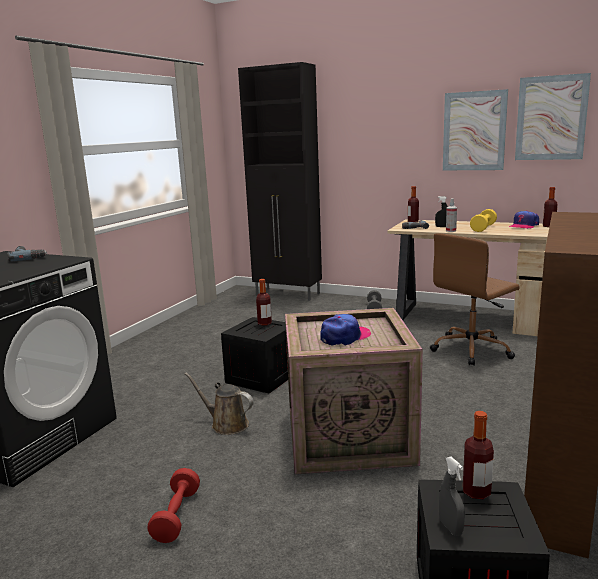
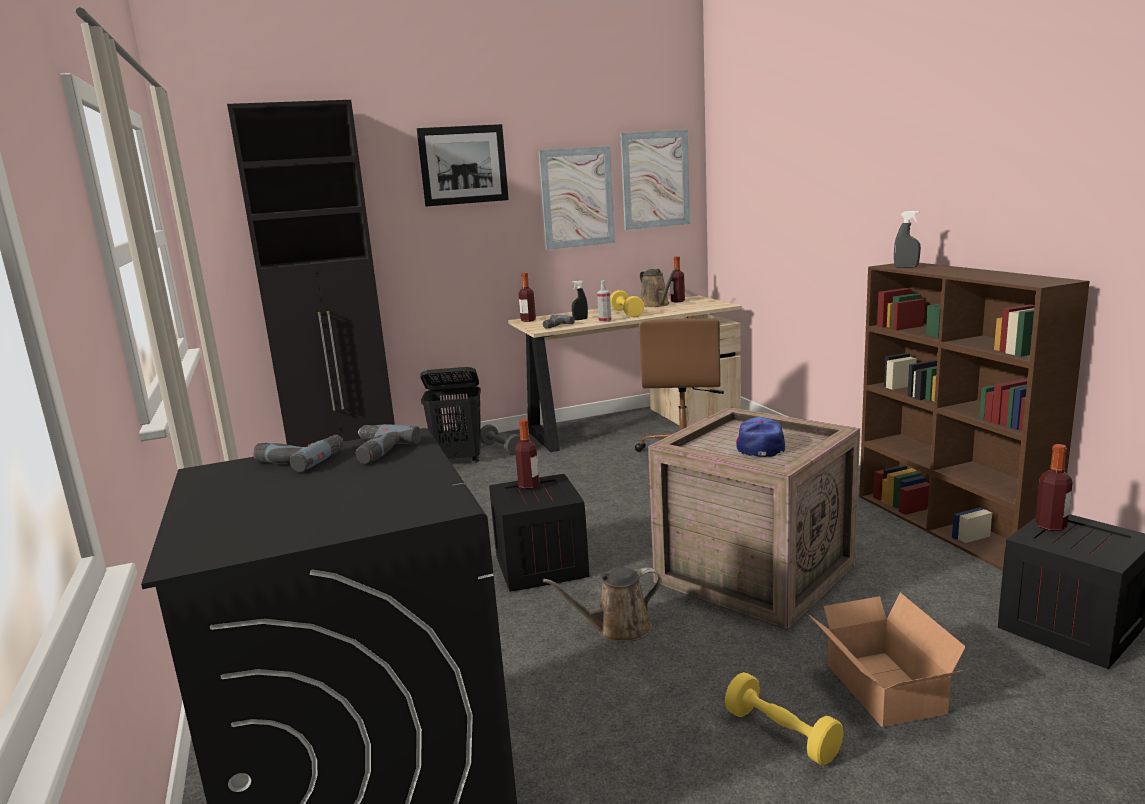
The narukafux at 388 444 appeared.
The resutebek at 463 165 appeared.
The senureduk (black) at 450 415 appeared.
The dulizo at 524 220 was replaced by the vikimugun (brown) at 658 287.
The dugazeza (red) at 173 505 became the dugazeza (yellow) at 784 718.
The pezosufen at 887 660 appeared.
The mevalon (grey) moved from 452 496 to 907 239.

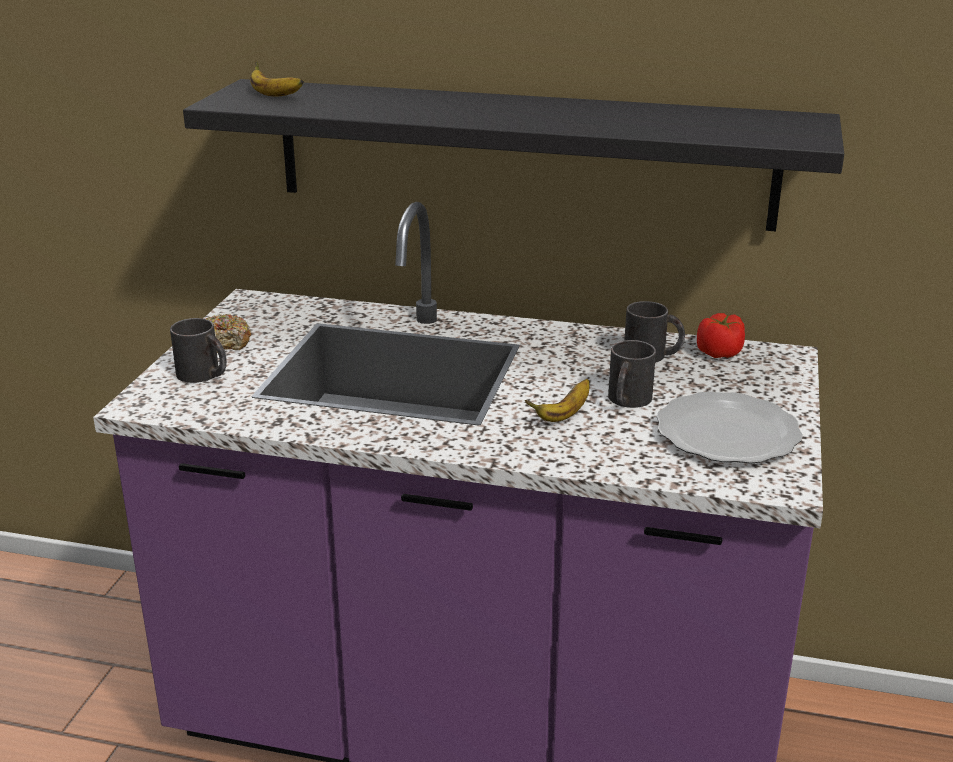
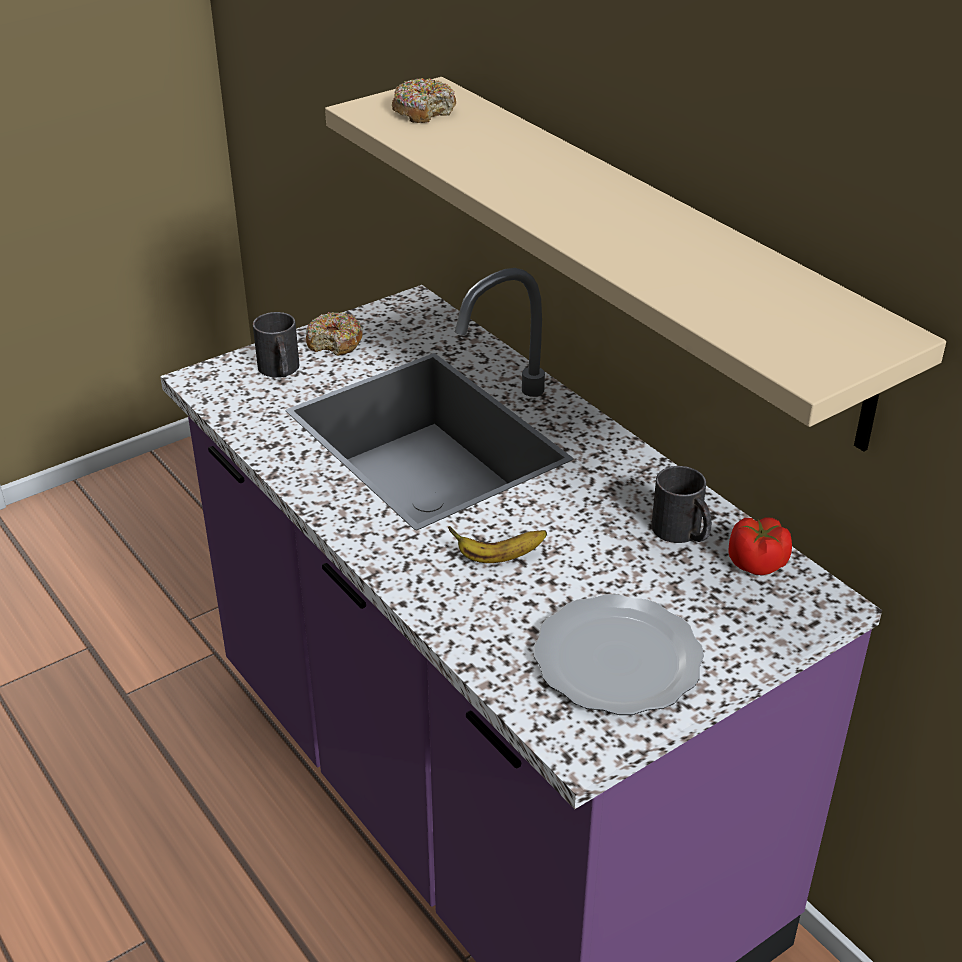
The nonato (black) at 513 155 became the nonato (beige) at 635 264.
The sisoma at 277 78 was replaced by the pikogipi at 424 100.
The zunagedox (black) at 632 374 disappeared.

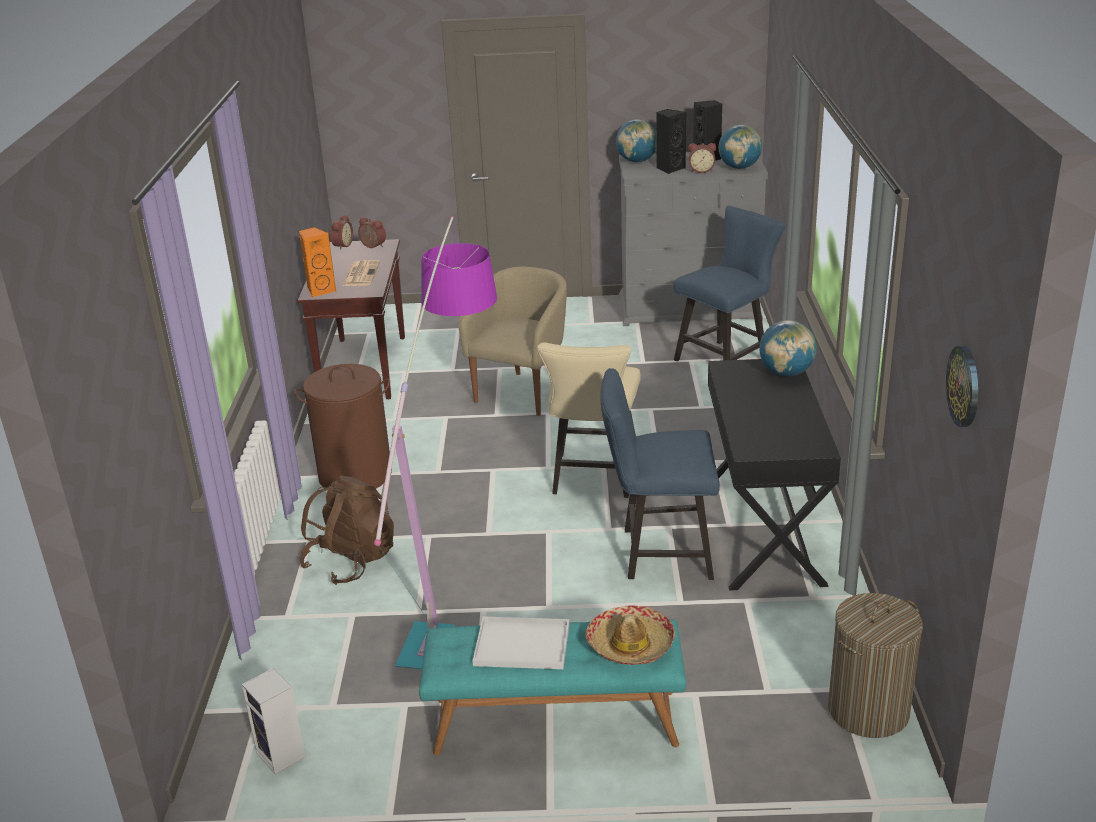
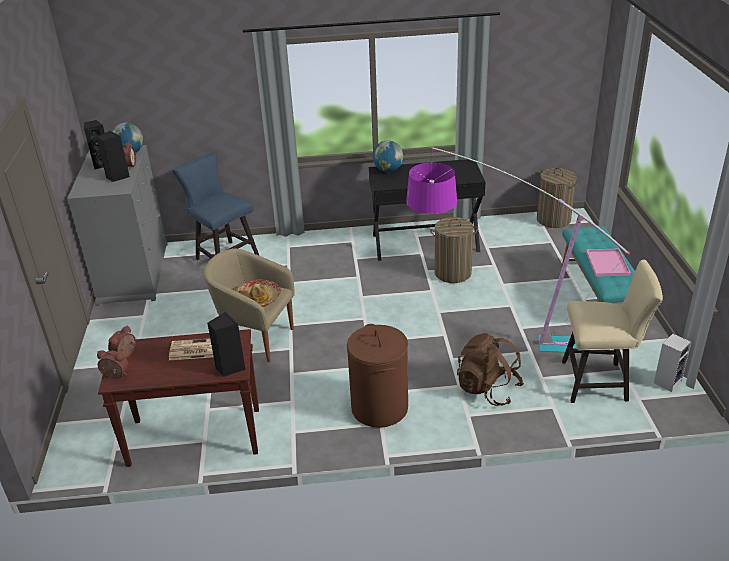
The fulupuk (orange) at 317 262 became the fulupuk (black) at 226 344.
The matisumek moved from 630 635 to 258 293.
The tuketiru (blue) at 660 474 was replaced by the senureduk at 454 250.
The tuketiru (beige) moved from 589 420 to 612 331.
The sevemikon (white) at 520 642 became the sevemikon (pink) at 608 263.
The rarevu at 636 140 disappeared.
The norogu at 962 386 disappeared.

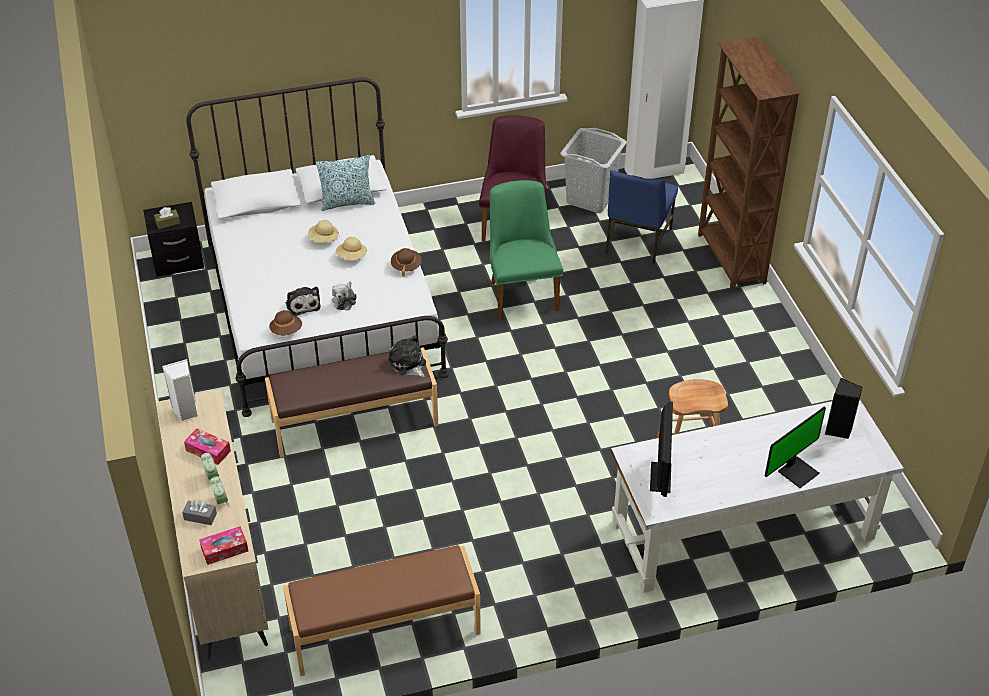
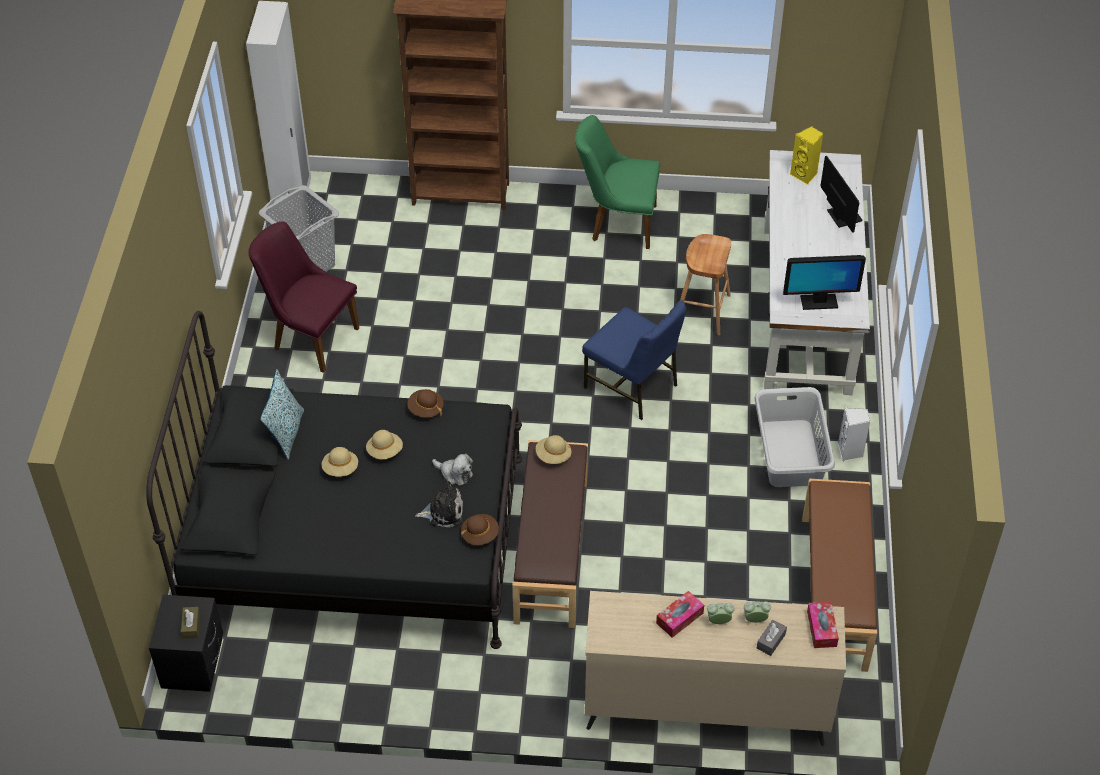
The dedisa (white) at 317 247 became the dedisa (black) at 334 480.
The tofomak at 407 356 was replaced by the matisumek (beige) at 553 449.
The tuketiru (green) moved from 526 249 to 617 182.
The tuketiru (blue) moved from 641 217 to 634 360.
The senureduk (grey) at 795 437 appeared.
The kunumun at 661 449 turned 150 degrees clockwise.
The fulupuk (black) at 844 408 became the fulupuk (yellow) at 806 155.
The fulupuk (white) moved from 180 390 to 854 434.

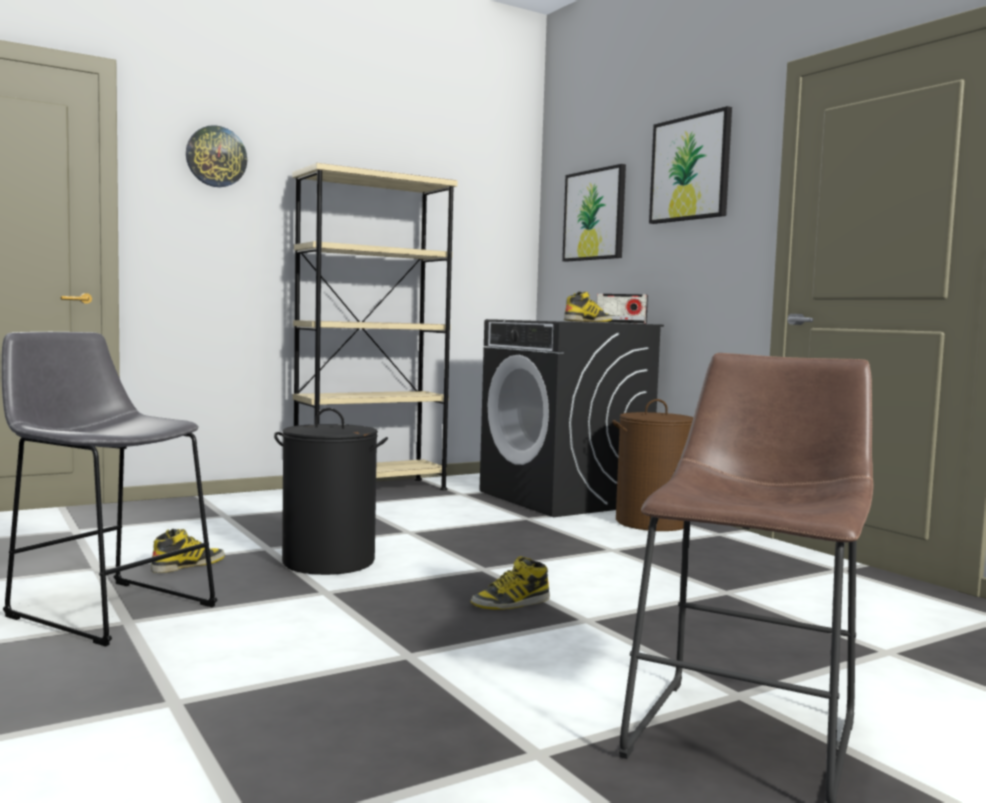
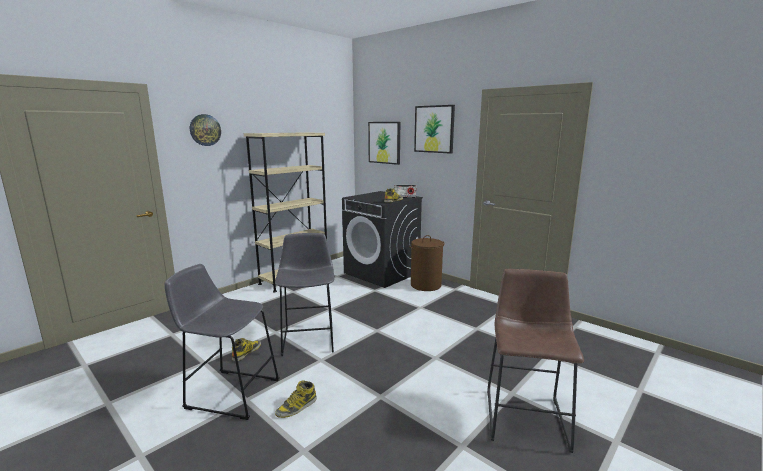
The senureduk (black) at 331 491 was replaced by the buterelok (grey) at 304 294.
The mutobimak moved from 510 583 to 296 399.

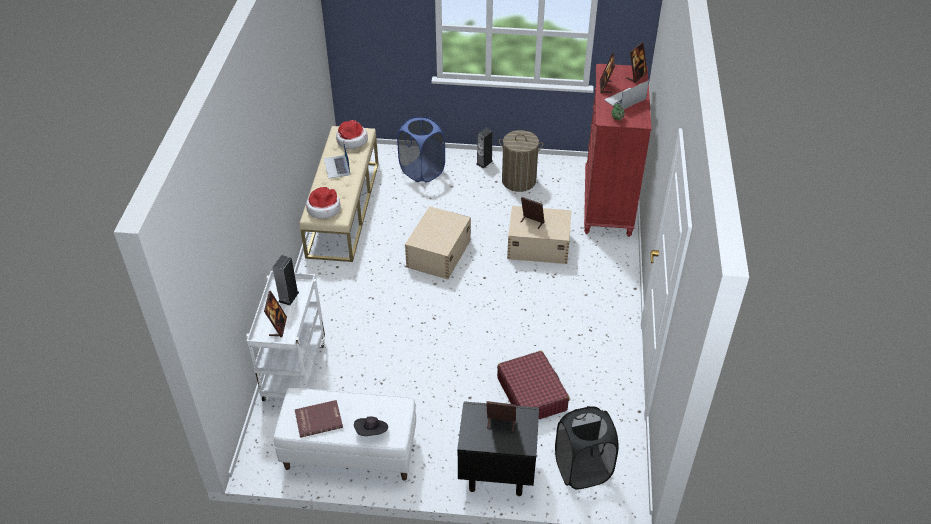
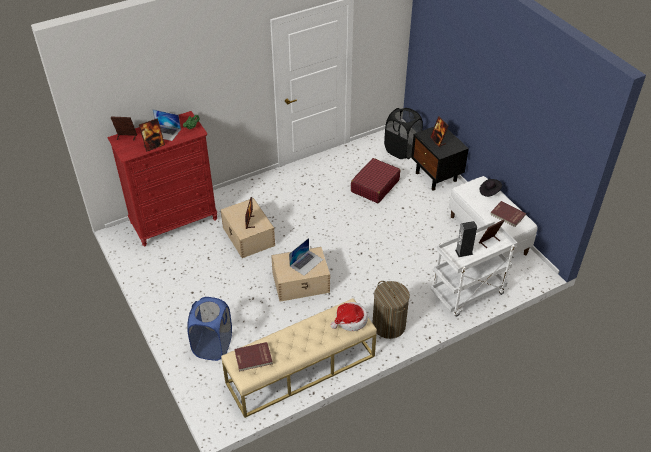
The matisumek at 352 134 was replaced by the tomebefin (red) at 253 357.
The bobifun moved from 337 159 to 306 257.
The senureduk moved from 521 161 to 391 310.
The fulupuk at 484 148 disappeared.

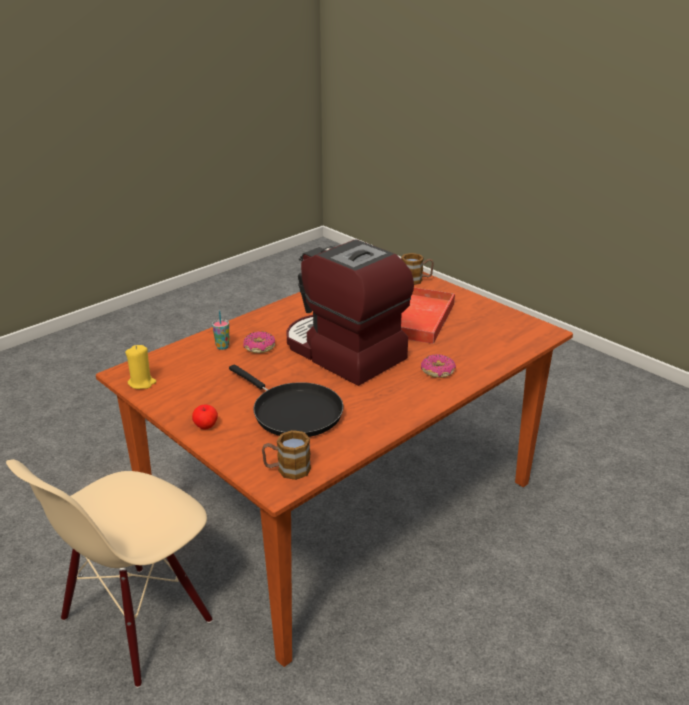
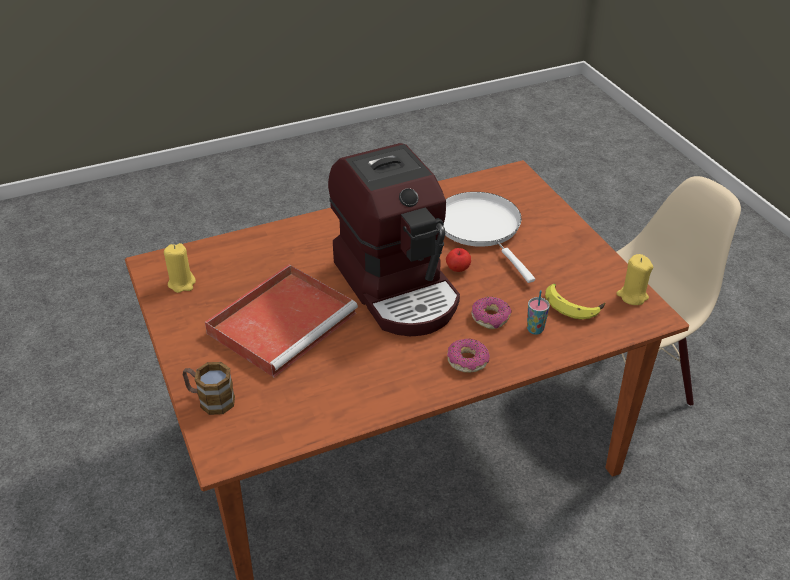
The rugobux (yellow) at 180 268 appeared.
The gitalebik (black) at 286 401 became the gitalebik (white) at 489 237.
The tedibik moved from 205 417 to 458 260.
The pikogipi moved from 438 366 to 468 355.
The sisoma at 575 302 appeared.
The zunagedox at 286 455 disappeared.

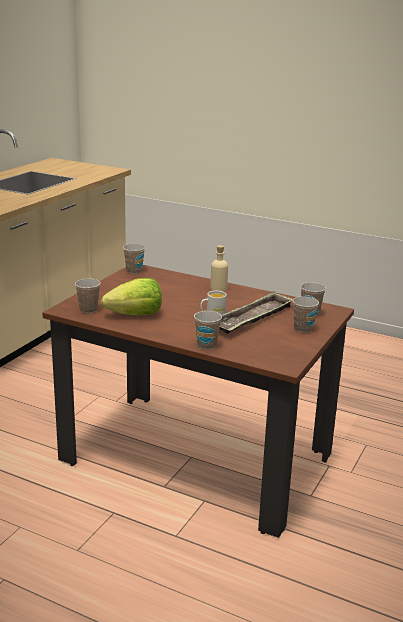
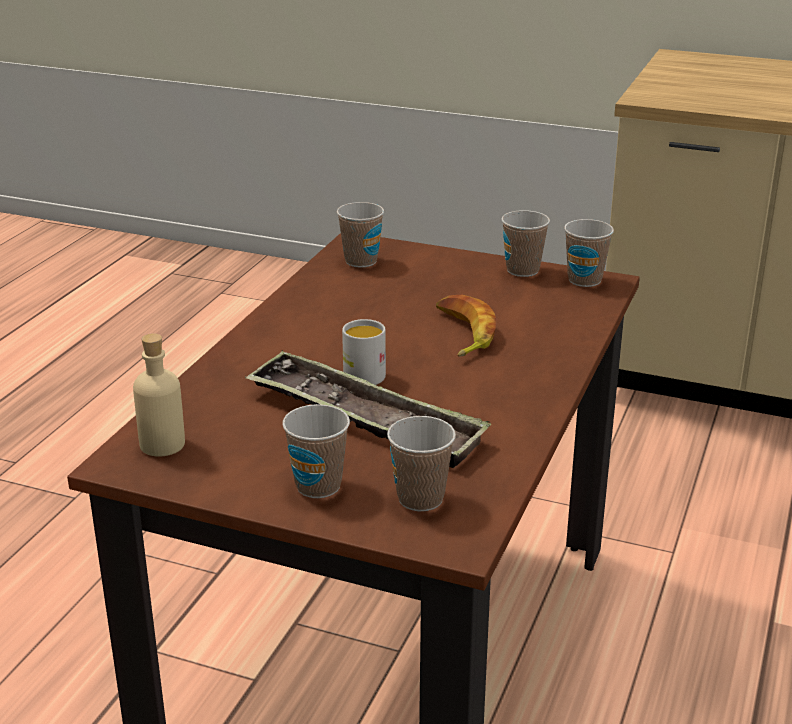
The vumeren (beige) moved from 219 268 to 159 395.
The sisoma at 466 326 appeared.
The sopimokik moved from 208 330 to 525 243.
The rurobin at 131 296 disappeared.

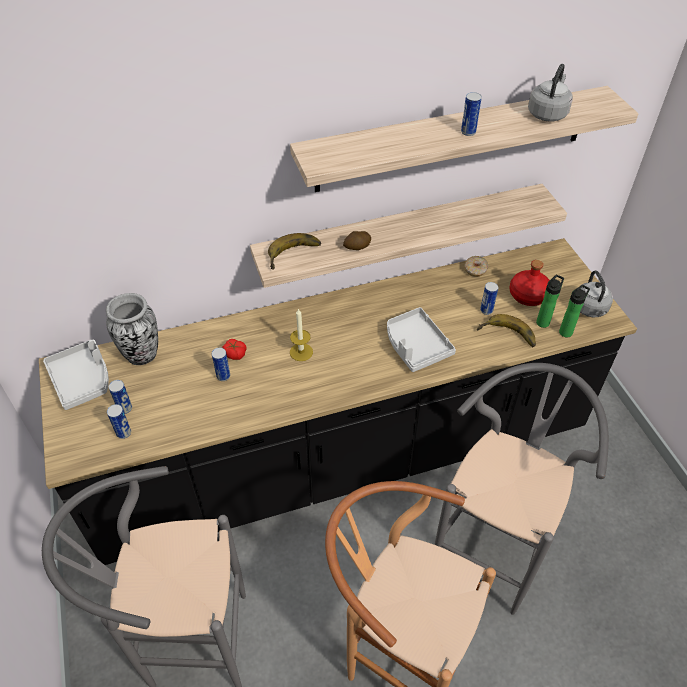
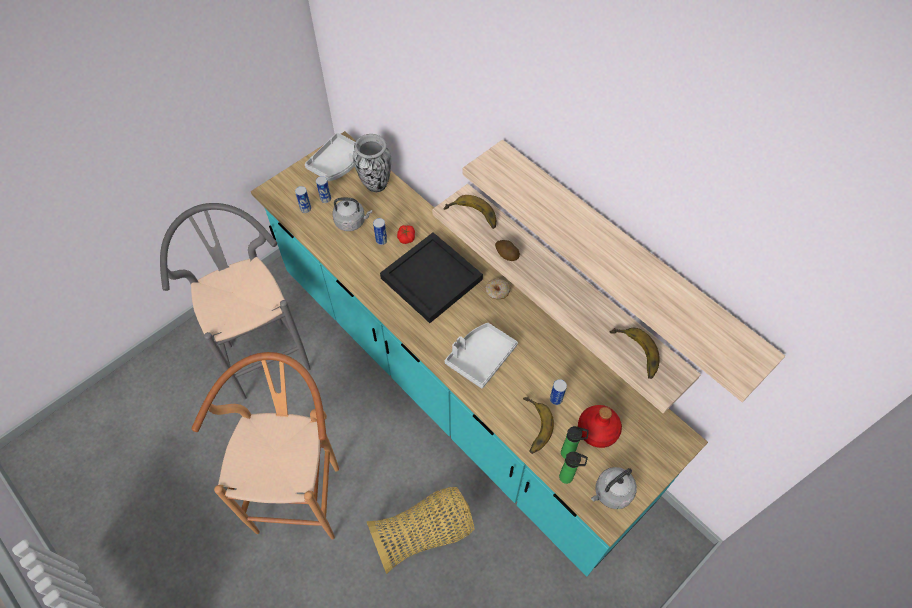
The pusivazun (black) at 338 401 became the pusivazun (turquoise) at 479 354.
The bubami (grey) moved from 550 92 to 352 214.
The buterelok (grey) at 522 489 was replaced by the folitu at 420 530.
The rugobux at 301 334 was replaced by the sevemikon (black) at 431 278.
The pikogipi moved from 476 266 to 497 289.
The sisoma at 635 353 appeared.
The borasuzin at 471 114 disappeared.

